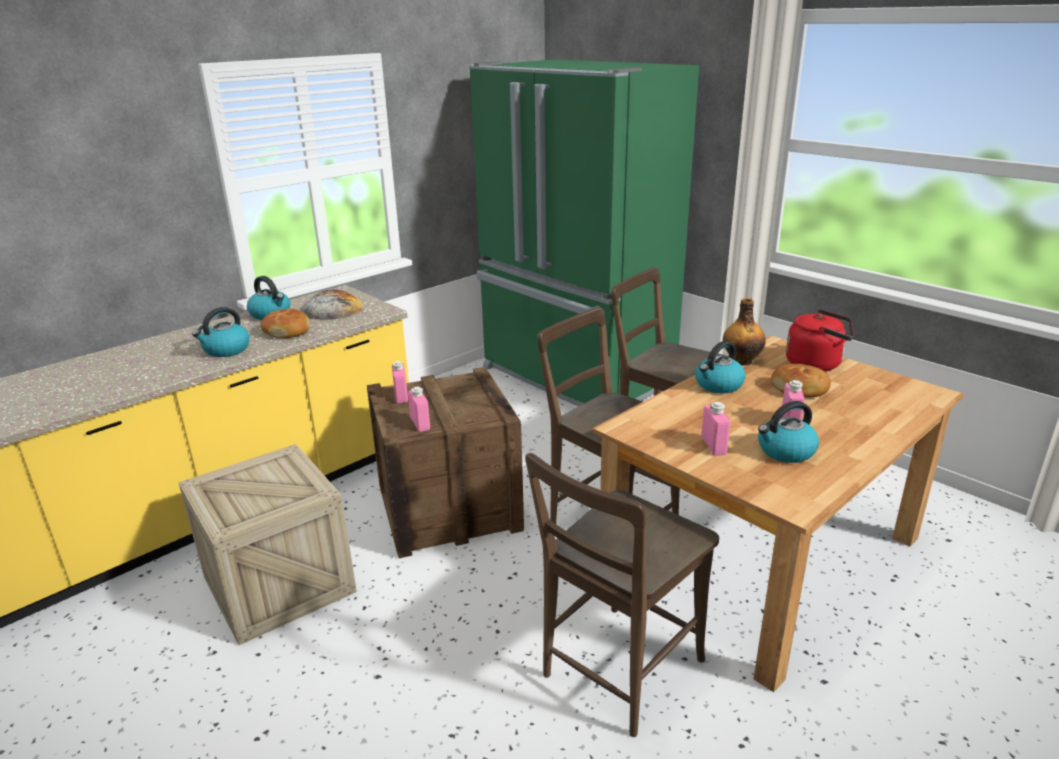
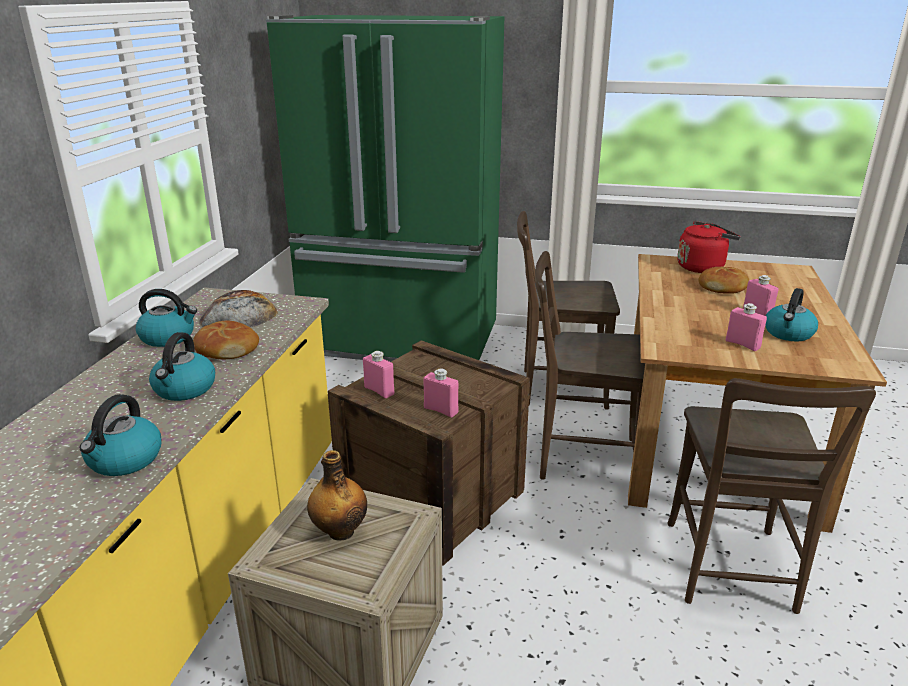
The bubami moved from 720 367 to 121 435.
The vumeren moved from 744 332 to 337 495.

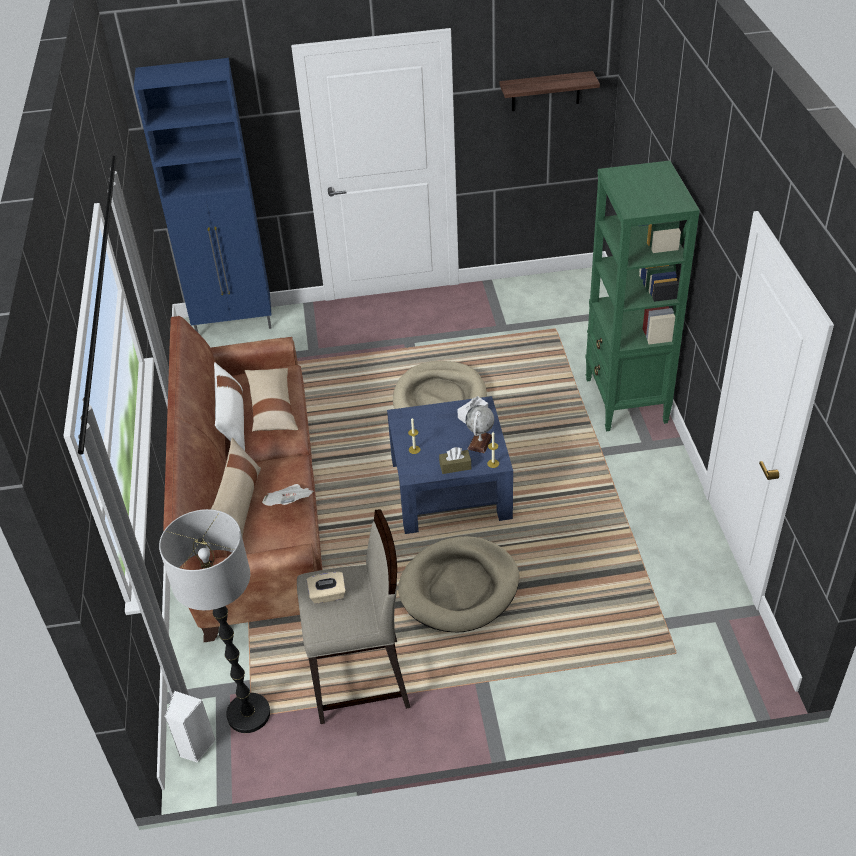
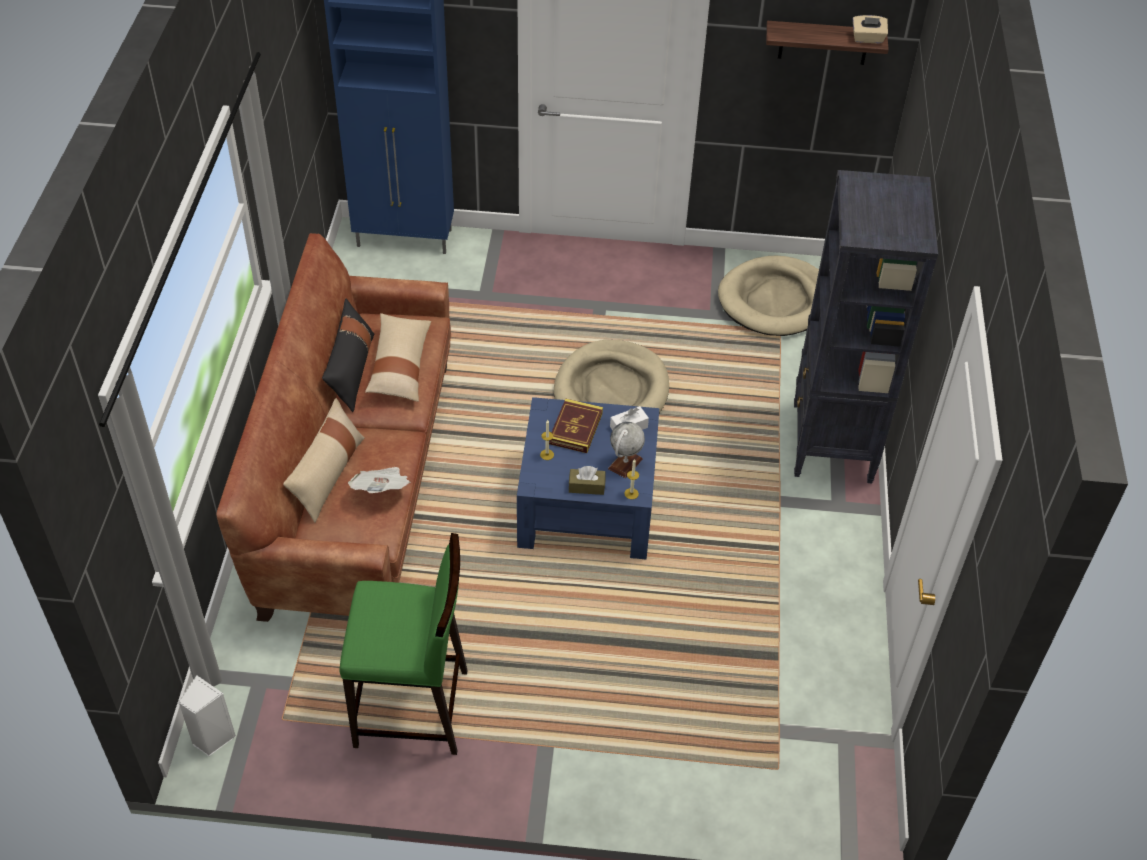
The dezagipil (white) at 229 406 became the dezagipil (black) at 348 355.
The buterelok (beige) at 353 616 became the buterelok (green) at 403 644.
The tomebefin at 576 425 appeared.
The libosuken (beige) moved from 458 584 to 768 296.
The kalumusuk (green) at 642 296 became the kalumusuk (black) at 866 326.
The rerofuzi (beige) moved from 326 588 to 870 29.
The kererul at 214 621 disappeared.

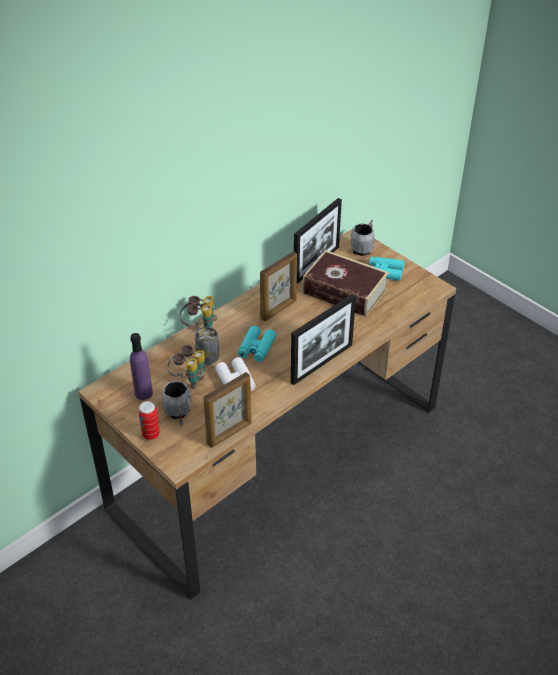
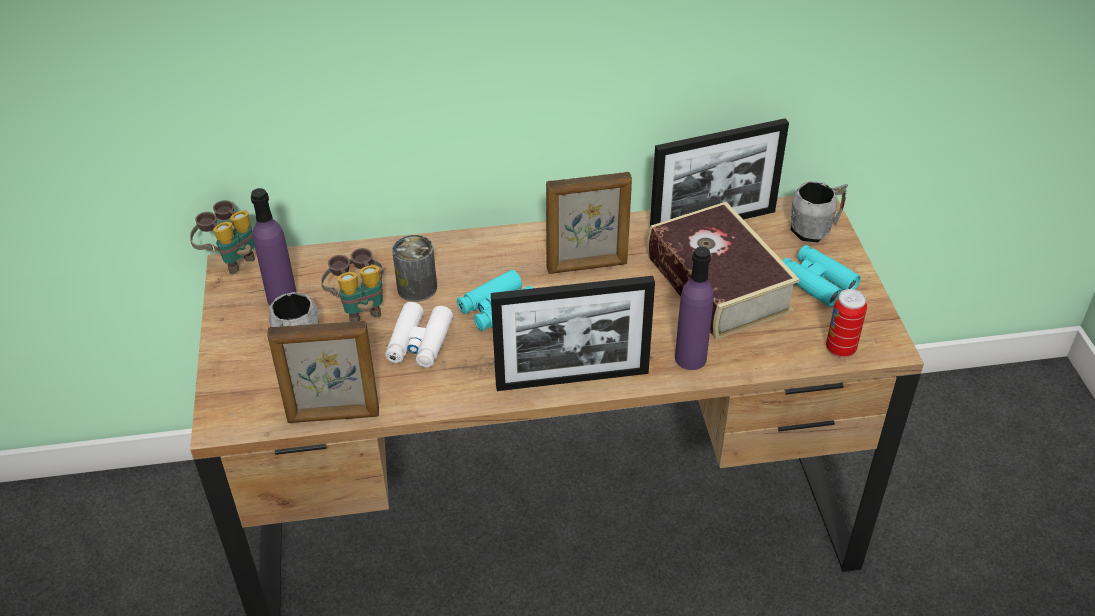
The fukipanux moved from 199 311 to 222 237.
The vumeren (purple) at 694 308 appeared.
The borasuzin moved from 149 420 to 846 323.

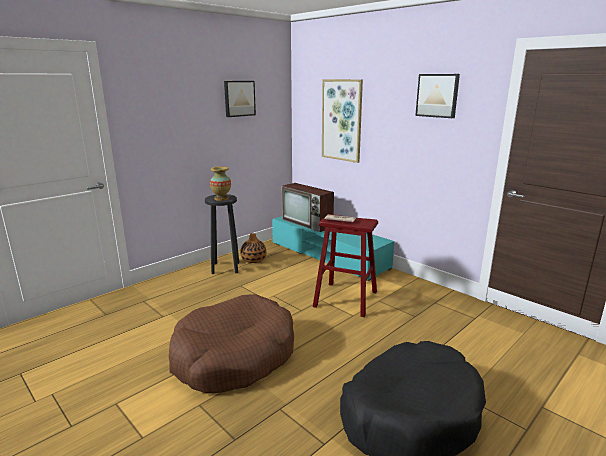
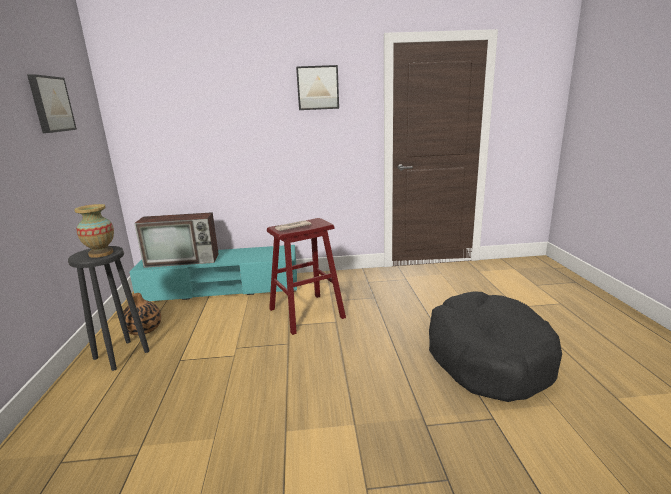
The libosuken (brown) at 231 344 disappeared.
The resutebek at 342 121 disappeared.

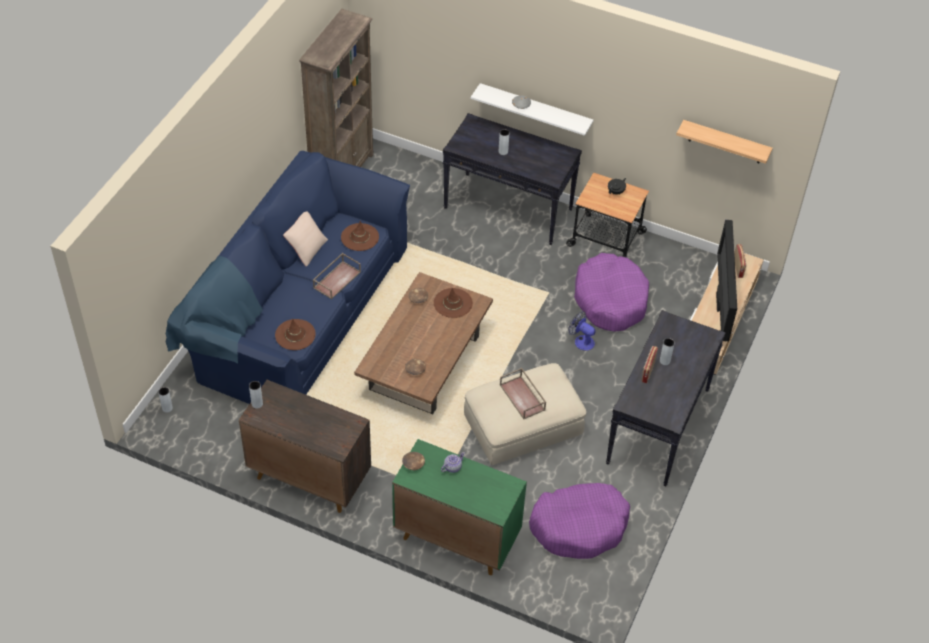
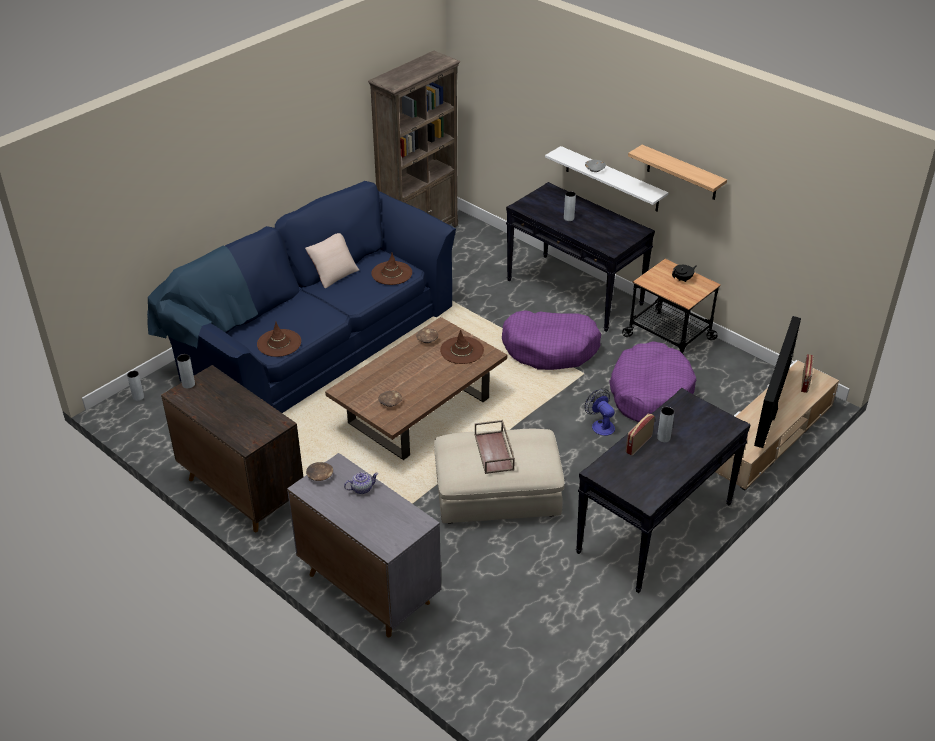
The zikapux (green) at 459 507 became the zikapux (grey) at 364 545.
The libosuken (purple) moved from 579 521 to 551 340.
The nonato moved from 724 142 to 677 172.
The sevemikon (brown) at 337 276 disappeared.

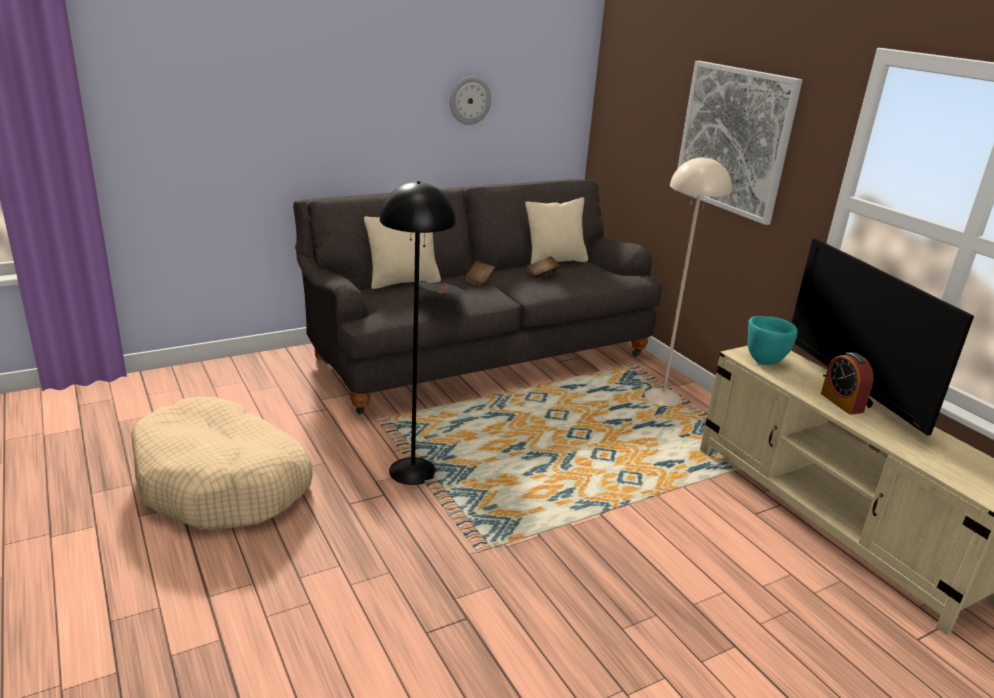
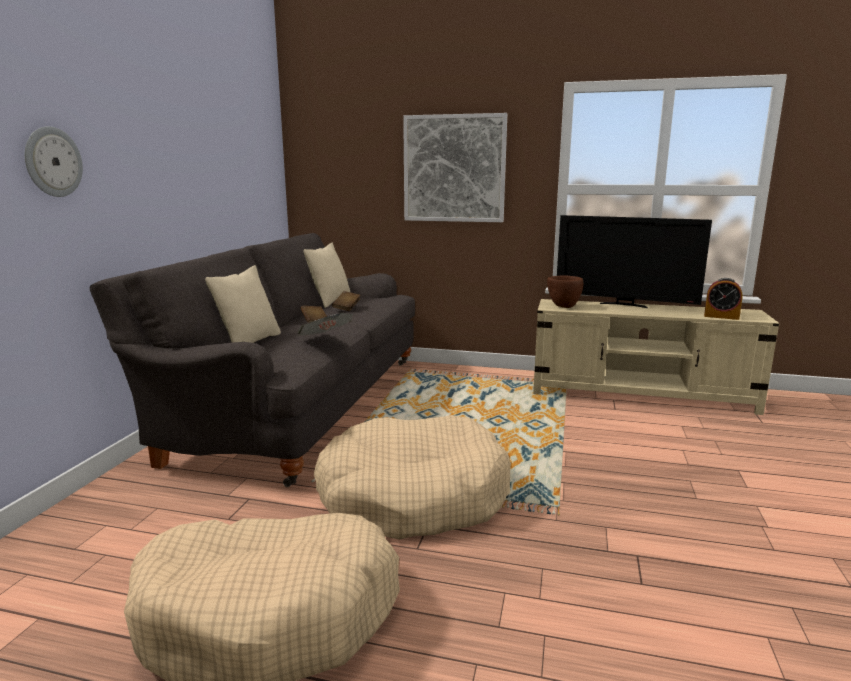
The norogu moved from 471 100 to 54 161.
The kererul (black) at 418 333 was replaced by the libosuken (beige) at 412 477.
The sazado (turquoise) at 773 340 became the sazado (brown) at 565 292.
The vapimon moved from 847 383 to 723 299.
The kererul (beige) at 688 281 disappeared.

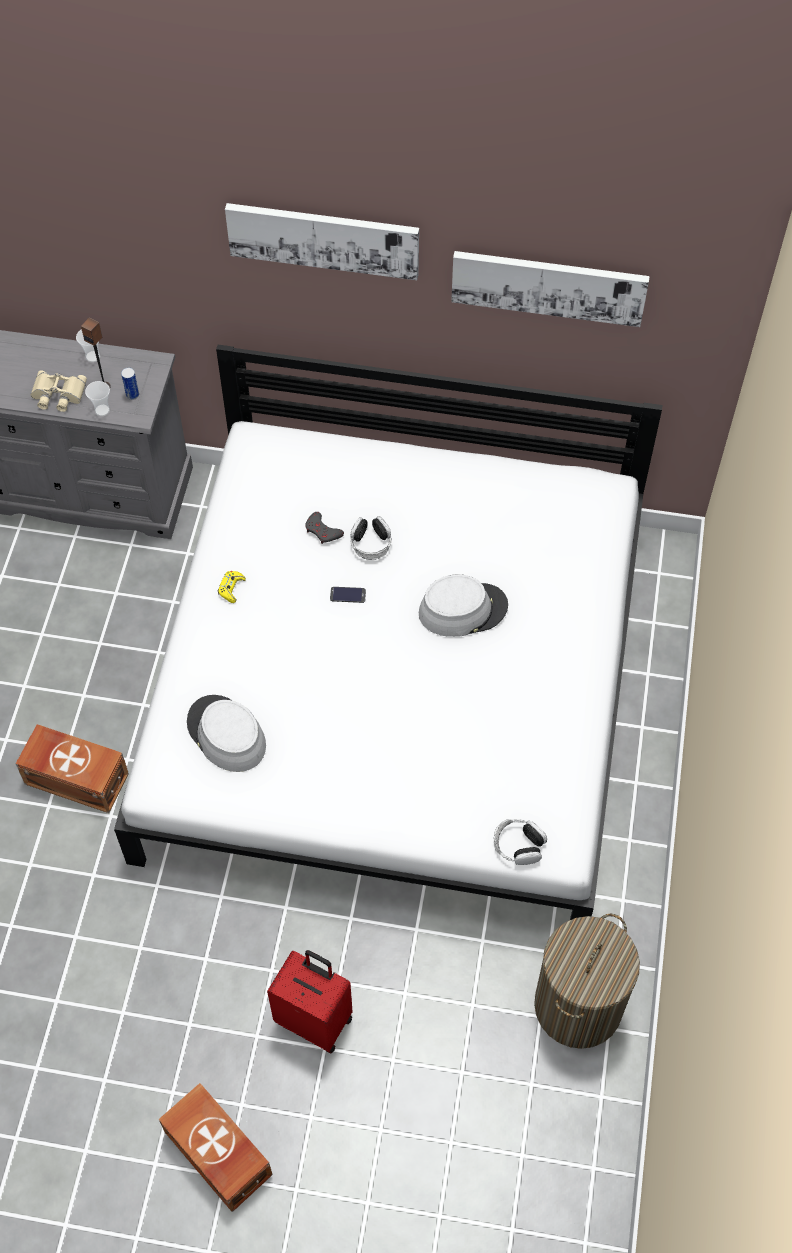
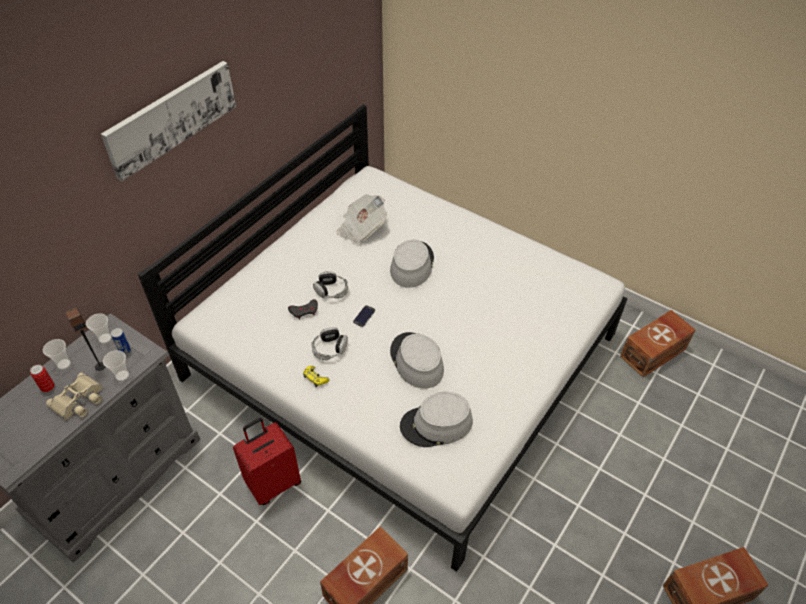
The borasuzin at 42 378 appeared.
The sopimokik at 99 328 appeared.
The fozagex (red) moved from 310 1001 to 267 461.
The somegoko moved from 520 842 to 330 343.
The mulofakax at 362 219 appeared.
The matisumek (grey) at 417 360 appeared.
The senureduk at 587 981 was replaced by the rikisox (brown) at 658 344.
The resutebek at 550 289 disappeared.

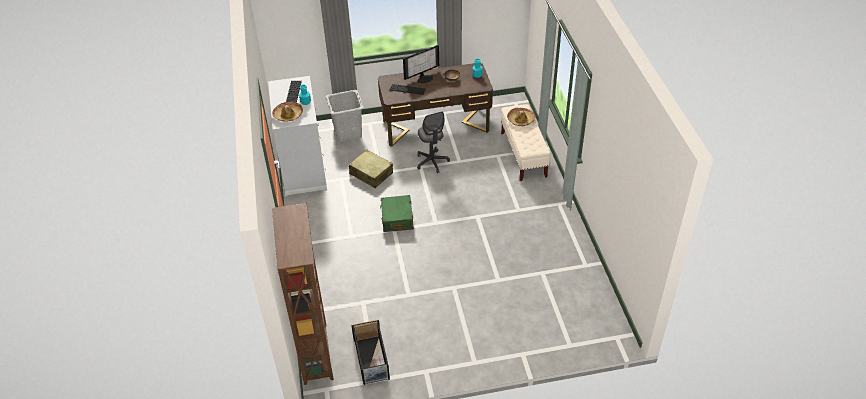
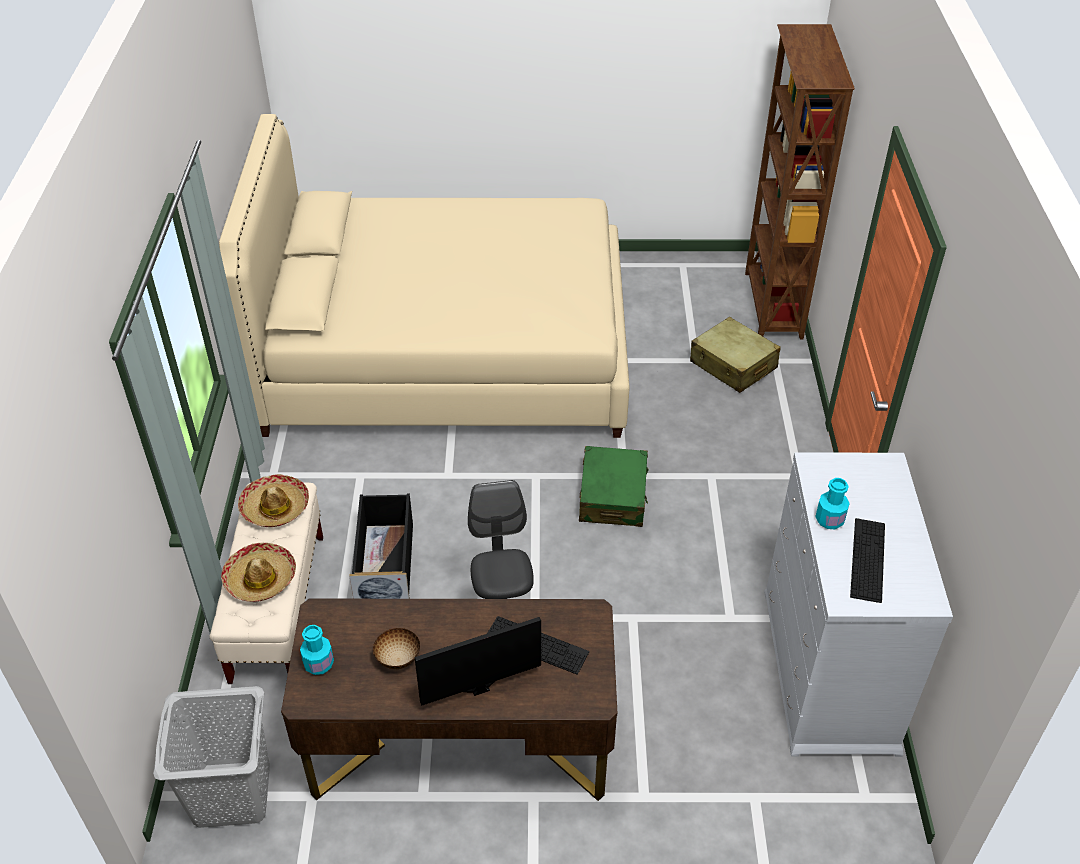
The senureduk (grey) moved from 345 116 to 211 757.
The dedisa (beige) at 424 276 appeared.
The matisumek moved from 287 112 to 273 500.
The rikisox (black) moved from 370 352 to 381 546.
The fozagex (beige) moved from 371 169 to 735 355.

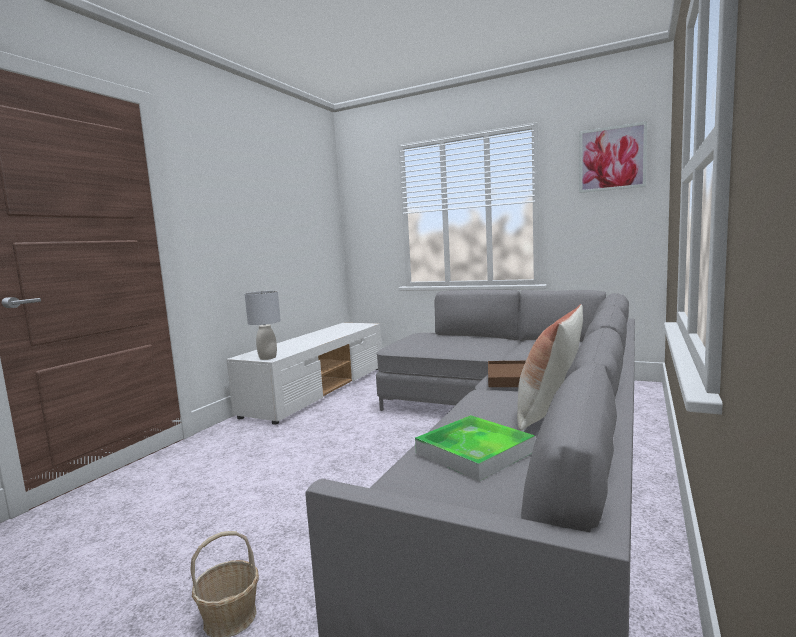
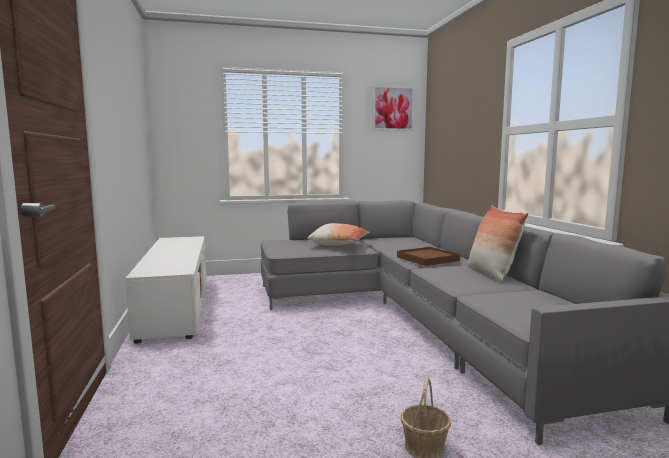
The dezagipil at 338 234 appeared.
The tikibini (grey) at 263 325 disappeared.
The sevemikon at 475 448 disappeared.

